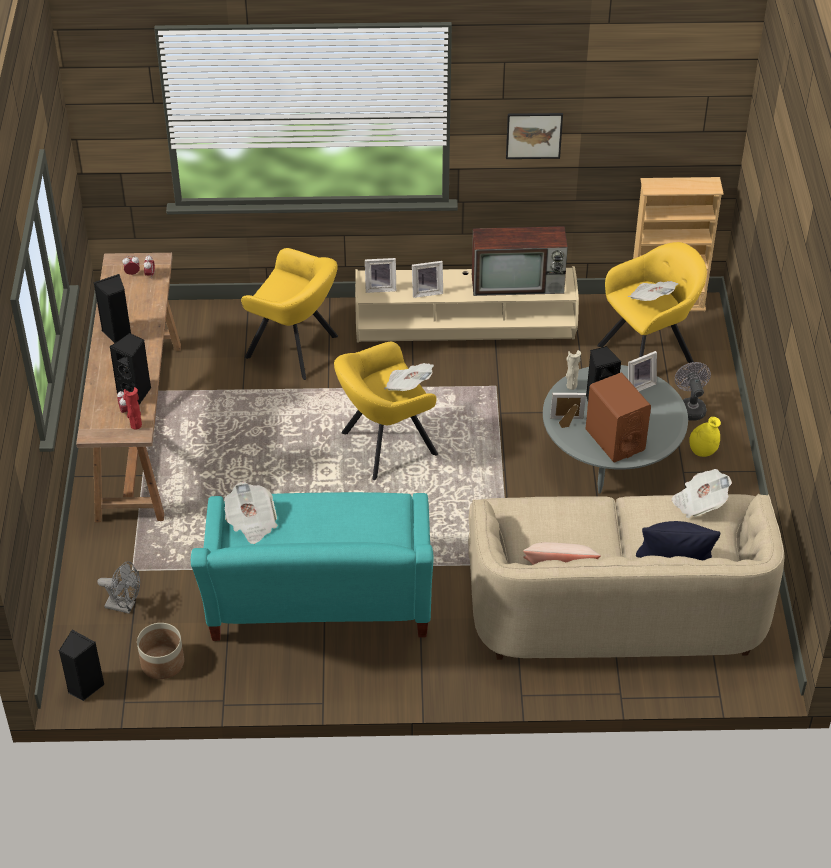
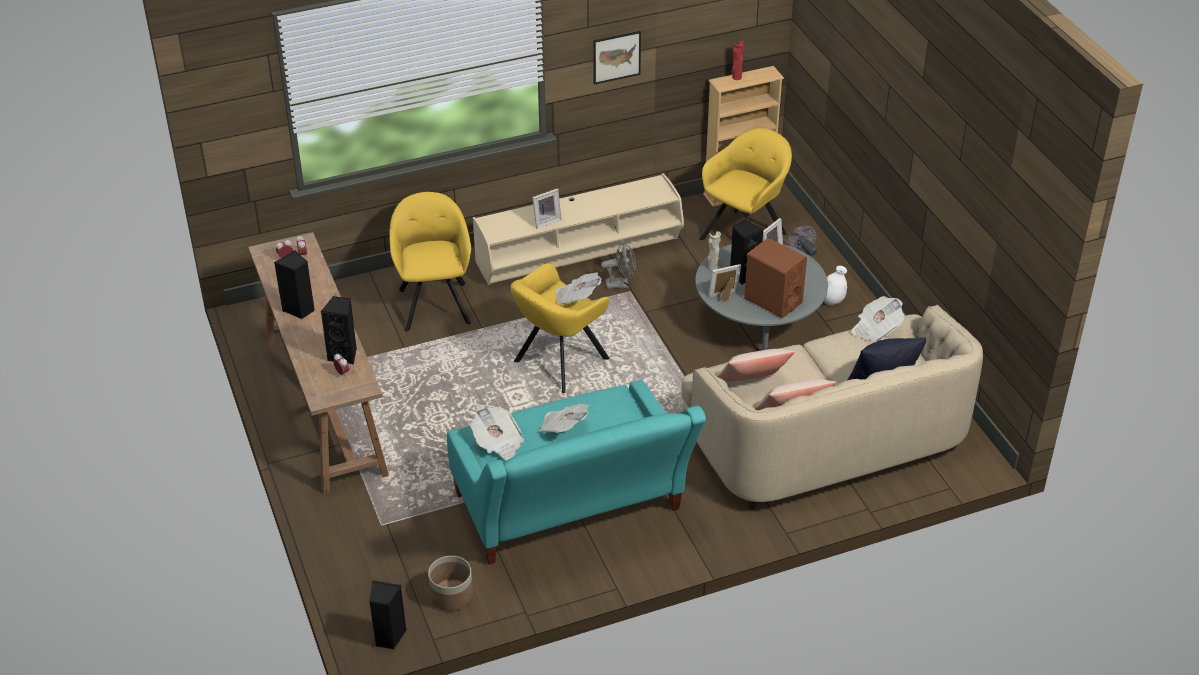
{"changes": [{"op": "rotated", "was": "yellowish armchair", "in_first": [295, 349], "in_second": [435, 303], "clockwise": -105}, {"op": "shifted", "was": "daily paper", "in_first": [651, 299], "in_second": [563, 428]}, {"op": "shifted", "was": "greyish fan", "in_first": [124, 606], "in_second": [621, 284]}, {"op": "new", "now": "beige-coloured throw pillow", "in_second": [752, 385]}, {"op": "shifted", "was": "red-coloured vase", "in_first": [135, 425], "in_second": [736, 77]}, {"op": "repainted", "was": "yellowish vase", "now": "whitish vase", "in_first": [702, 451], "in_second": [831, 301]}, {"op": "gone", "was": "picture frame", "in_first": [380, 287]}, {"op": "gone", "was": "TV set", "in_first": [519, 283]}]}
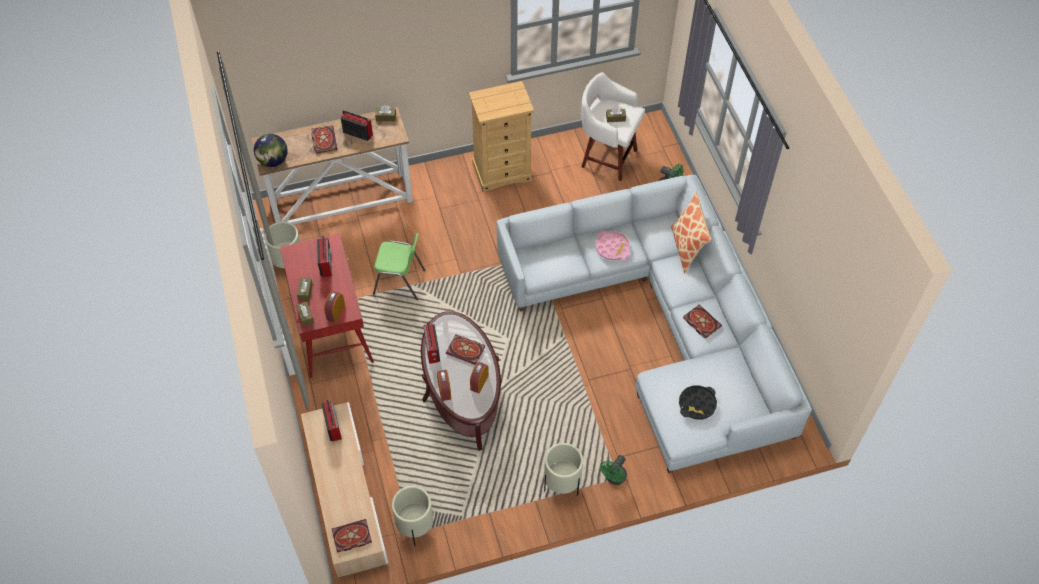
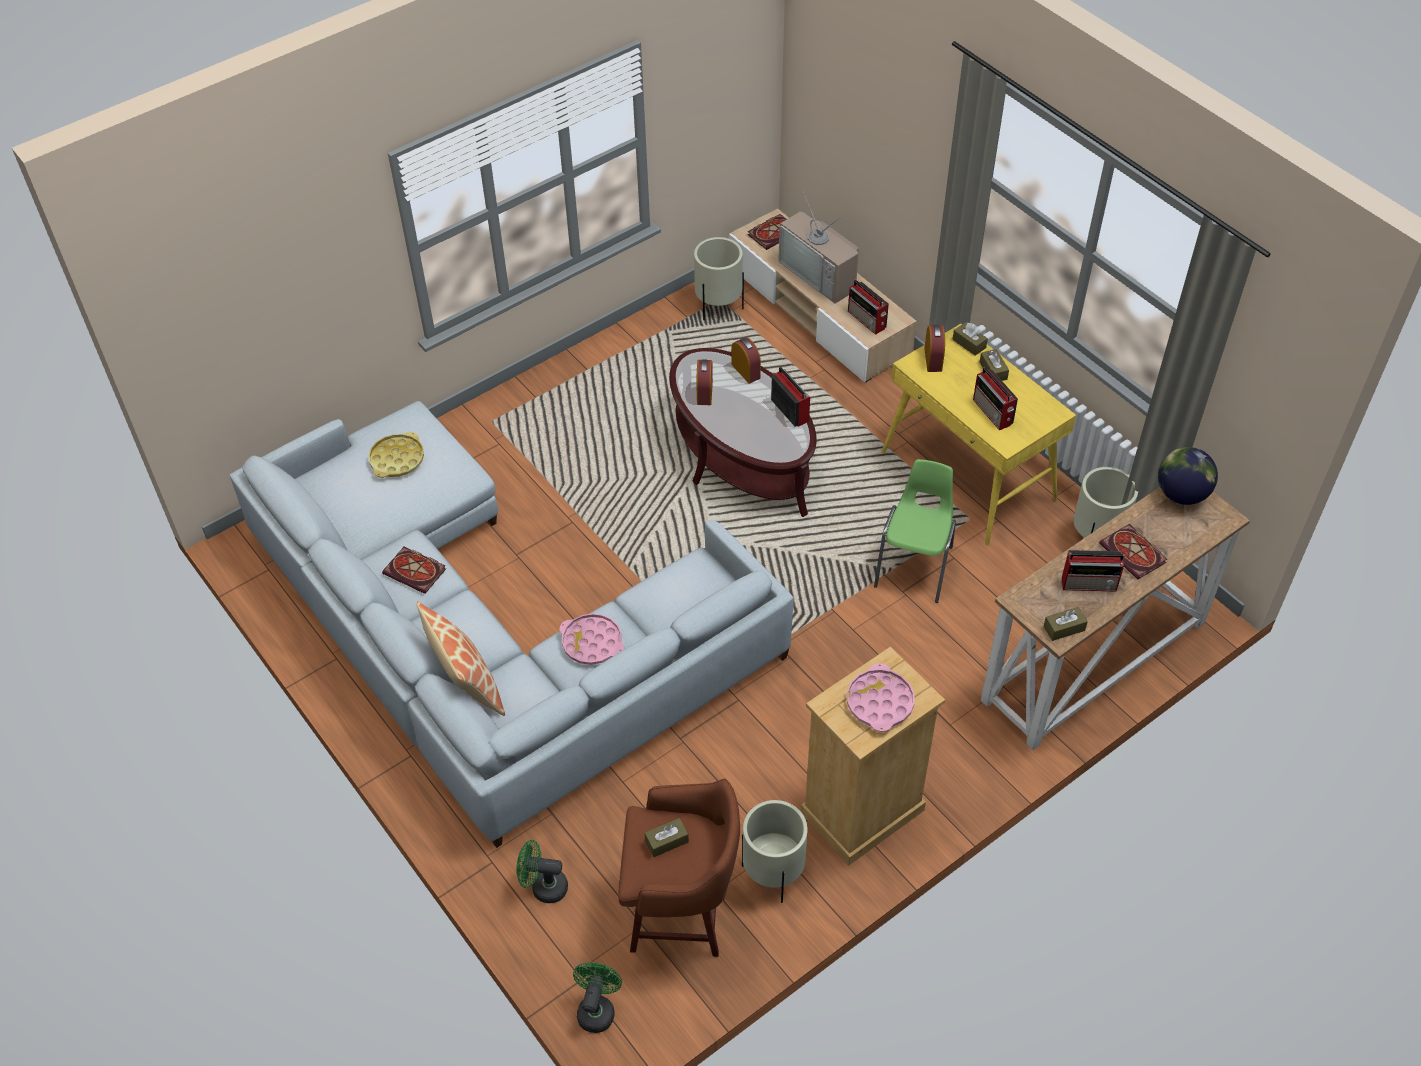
{"changes": [{"op": "repainted", "was": "blackish tray", "now": "yellowish tray", "in_first": [697, 404], "in_second": [397, 459]}, {"op": "shifted", "was": "green fan", "in_first": [614, 478], "in_second": [597, 1008]}, {"op": "repainted", "was": "whitish stool seat", "now": "brown-coloured stool seat", "in_first": [607, 158], "in_second": [682, 912]}, {"op": "shifted", "was": "beige-coloured flower pot", "in_first": [561, 484], "in_second": [773, 873]}, {"op": "new", "now": "TV set", "in_second": [821, 274]}, {"op": "new", "now": "pinkish tray", "in_second": [879, 702]}, {"op": "rotated", "was": "green plain chair", "in_first": [400, 282], "in_second": [915, 566], "clockwise": 120}, {"op": "repainted", "was": "red-coloured desk table", "now": "yellowish desk table", "in_first": [331, 328], "in_second": [969, 476]}, {"op": "gone", "was": "bound book", "in_first": [466, 350]}]}
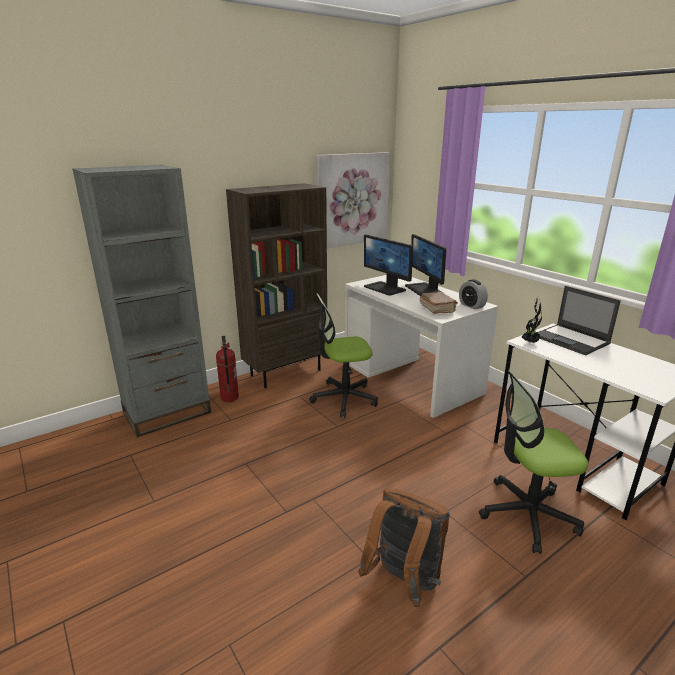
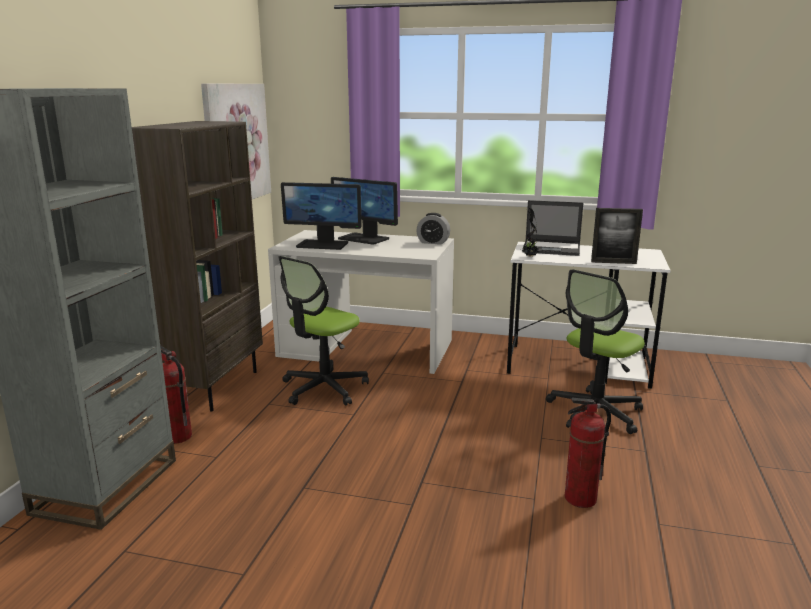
{"changes": [{"op": "swapped", "was": "brown-coloured knapsack", "now": "fire extinguisher", "in_first": [403, 582], "in_second": [580, 499]}, {"op": "new", "now": "picture frame", "in_second": [613, 262]}, {"op": "gone", "was": "brown-coloured bound book", "in_first": [437, 309]}]}
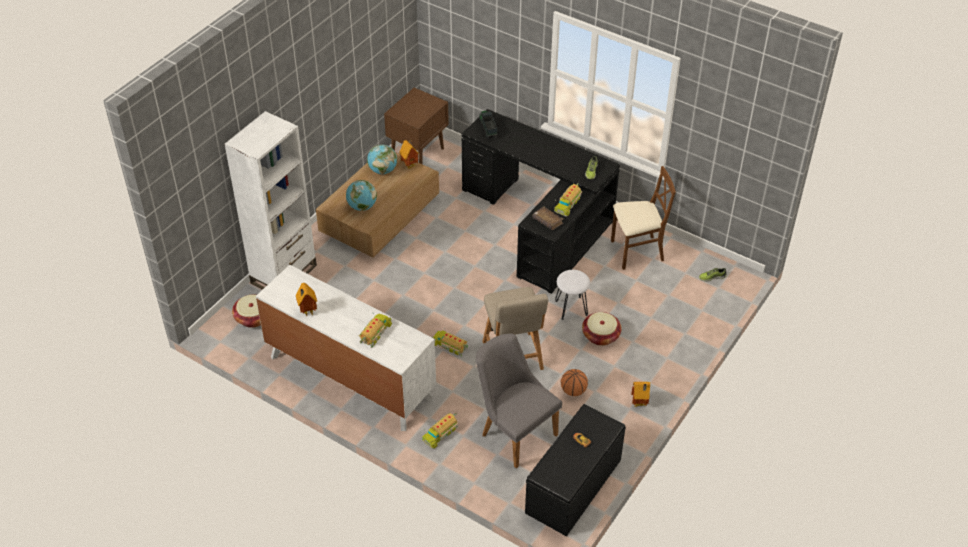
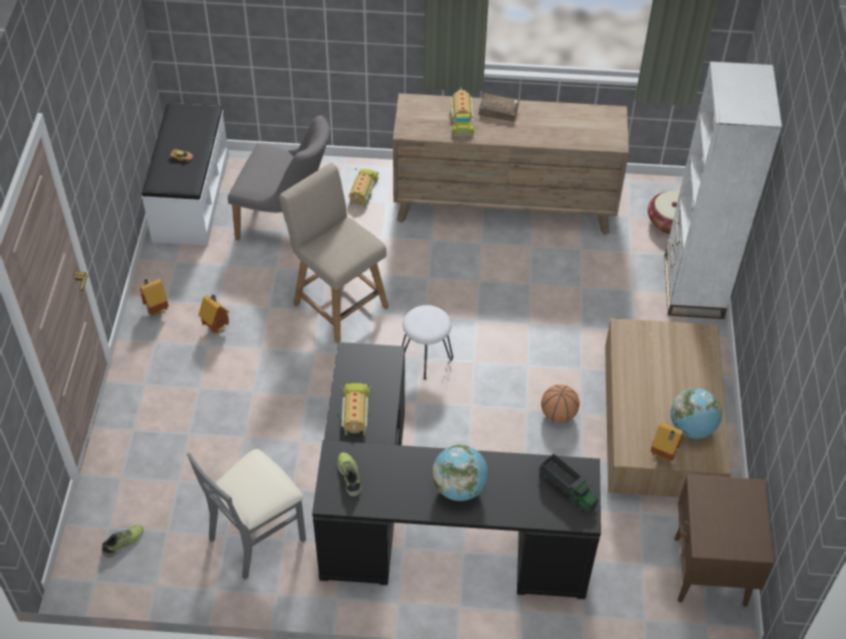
{"changes": [{"op": "repainted", "was": "blackish long seat", "now": "whitish long seat", "in_first": [574, 486], "in_second": [190, 198]}, {"op": "repainted", "was": "brown-coloured plain chair", "now": "greyish plain chair", "in_first": [636, 252], "in_second": [257, 536]}, {"op": "shifted", "was": "miniature house", "in_first": [307, 312], "in_second": [217, 328]}, {"op": "repainted", "was": "whitish dresser", "now": "brown-coloured dresser", "in_first": [350, 377], "in_second": [504, 205]}, {"op": "shifted", "was": "whitish stool seat", "in_first": [570, 308], "in_second": [426, 358]}, {"op": "shifted", "was": "world globe", "in_first": [362, 207], "in_second": [459, 487]}, {"op": "shifted", "was": "brown-coloured bound book", "in_first": [547, 221], "in_second": [498, 110]}, {"op": "shifted", "was": "basketball ball", "in_first": [573, 391], "in_second": [558, 414]}, {"op": "gone", "was": "model truck", "in_first": [450, 345]}, {"op": "gone", "was": "storage basket", "in_first": [600, 336]}]}
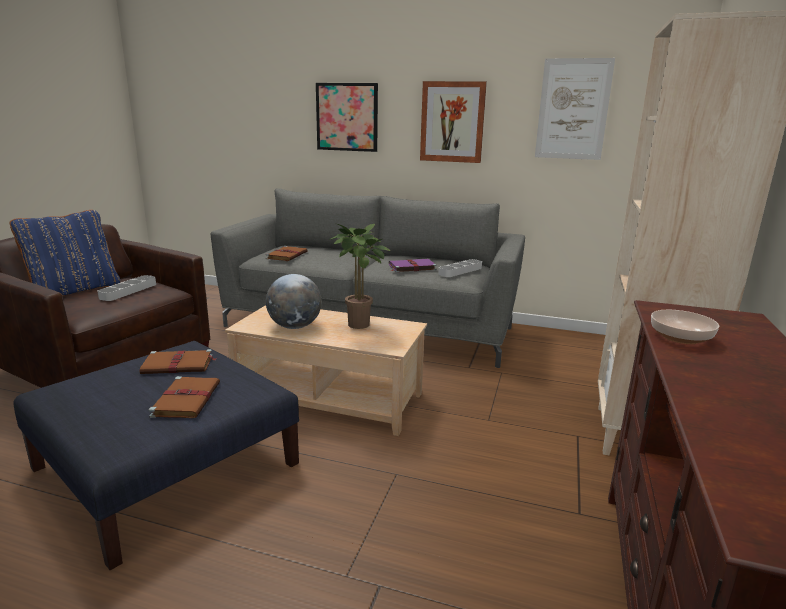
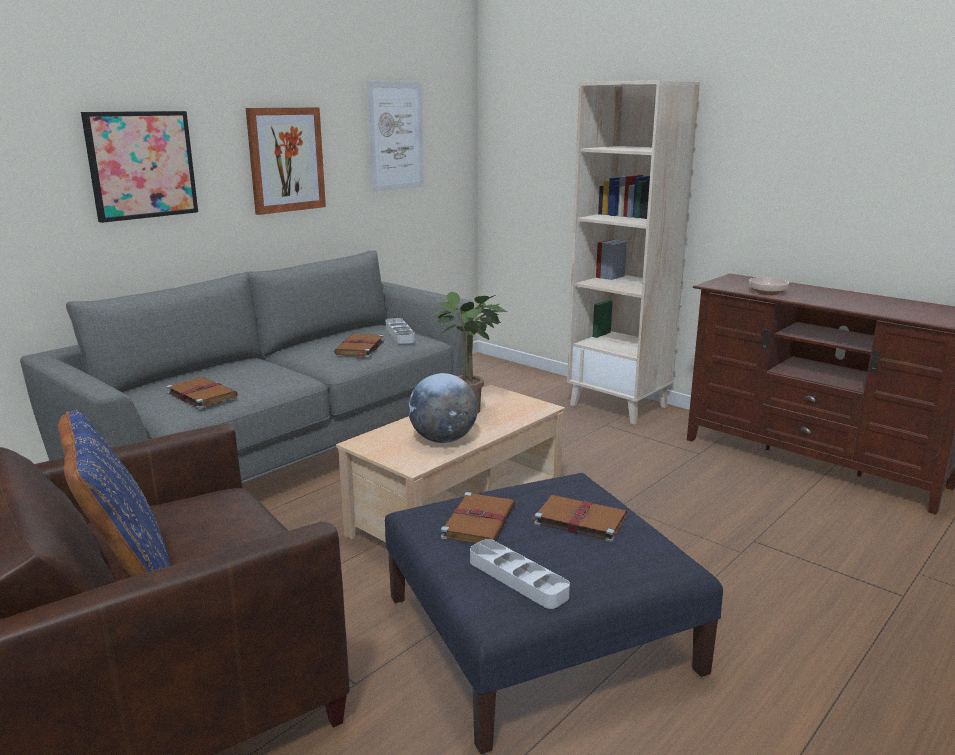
{"changes": [{"op": "repainted", "was": "purple-coloured bound book", "now": "brown-coloured bound book", "in_first": [411, 267], "in_second": [359, 348]}, {"op": "shifted", "was": "greyish tray", "in_first": [128, 291], "in_second": [517, 578]}]}
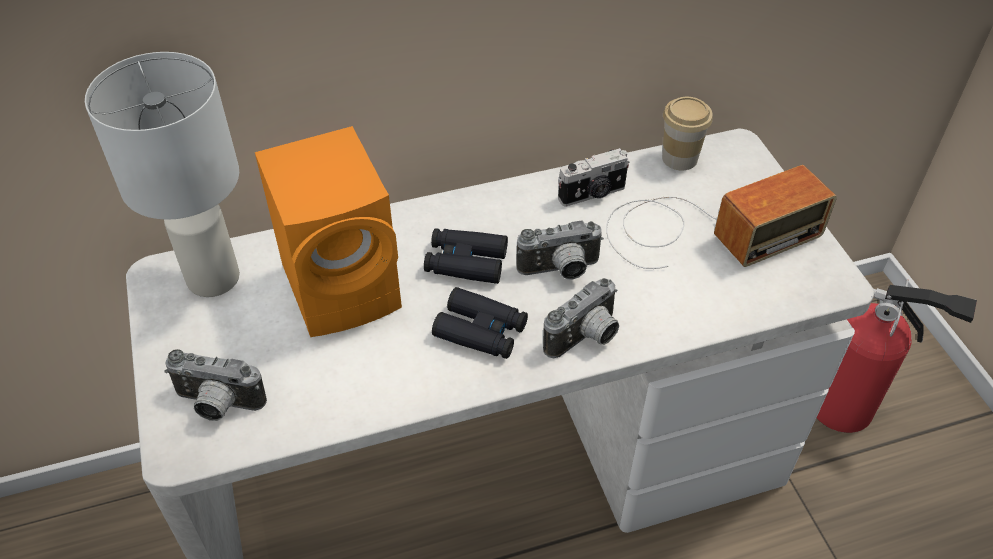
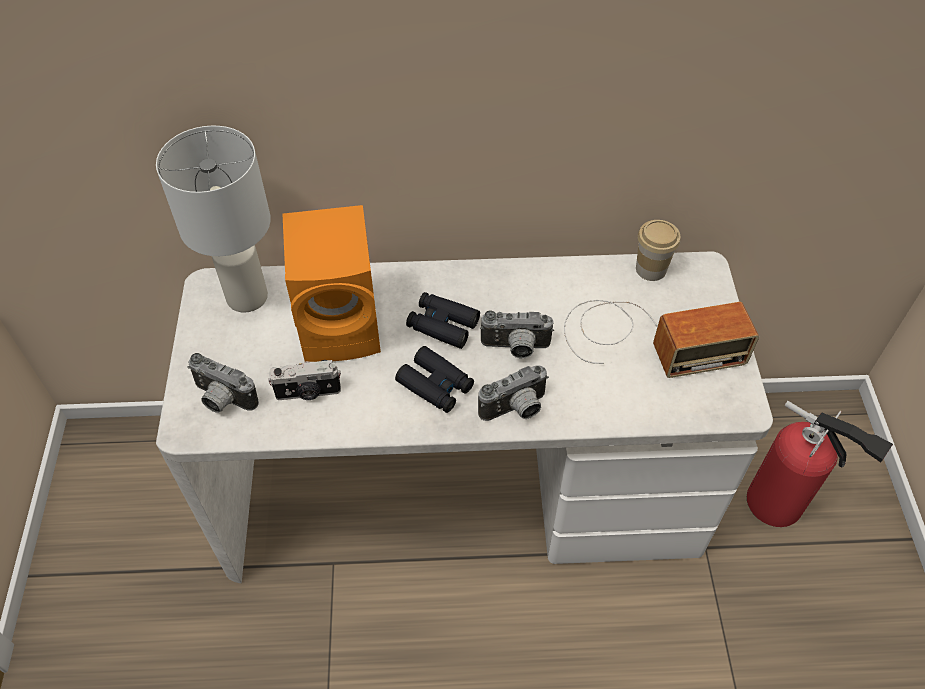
{"changes": [{"op": "shifted", "was": "photo camera", "in_first": [593, 194], "in_second": [308, 393]}]}
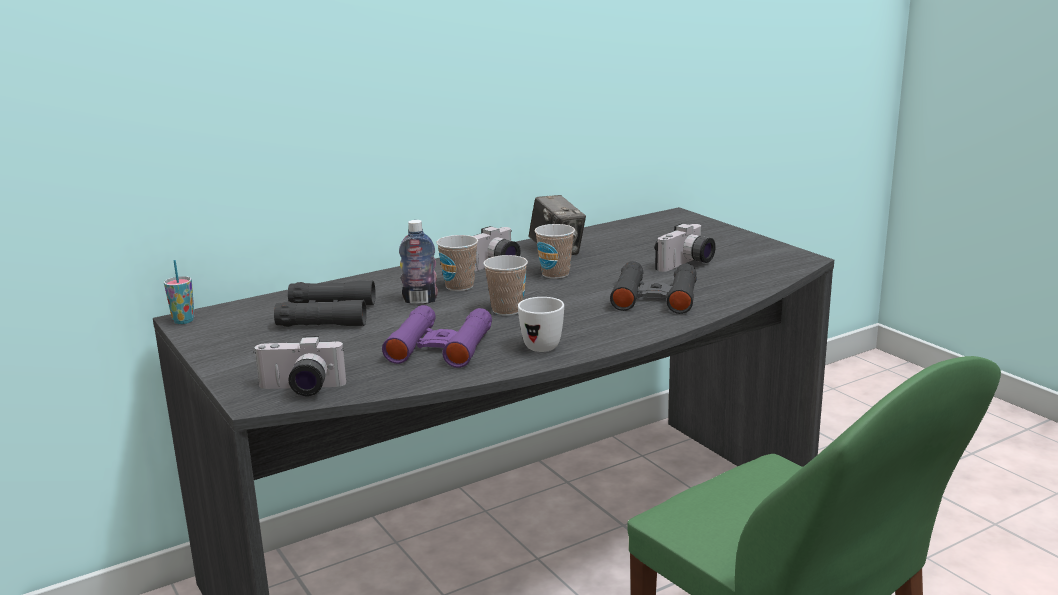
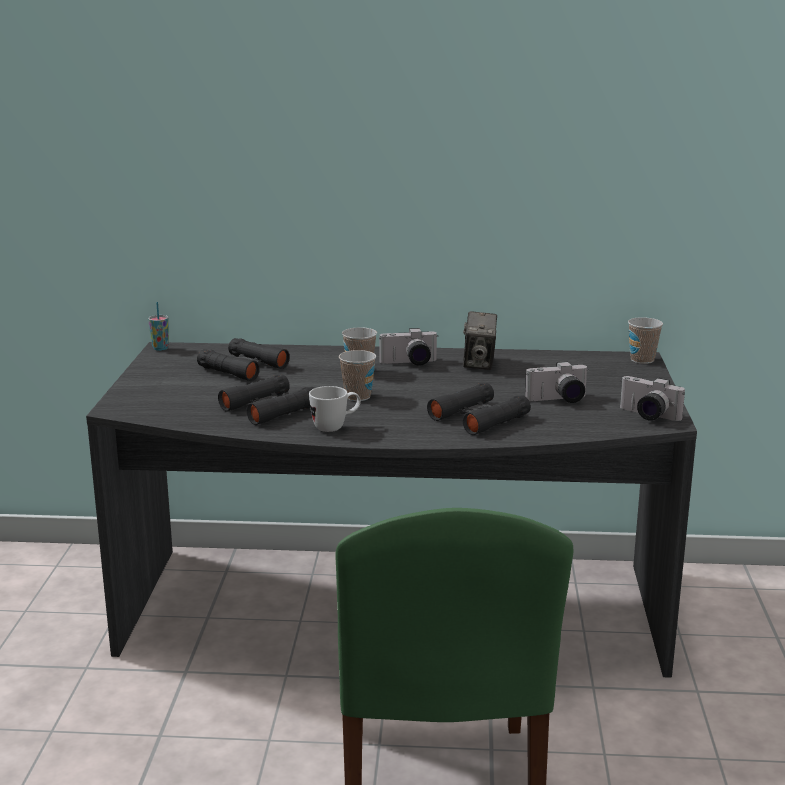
{"changes": [{"op": "repainted", "was": "purple-coloured field glasses", "now": "blackish field glasses", "in_first": [440, 347], "in_second": [269, 408]}, {"op": "shifted", "was": "photo camera", "in_first": [300, 390], "in_second": [646, 416]}, {"op": "shifted", "was": "cup", "in_first": [555, 274], "in_second": [642, 360]}, {"op": "gone", "was": "beverage bottle", "in_first": [420, 300]}]}
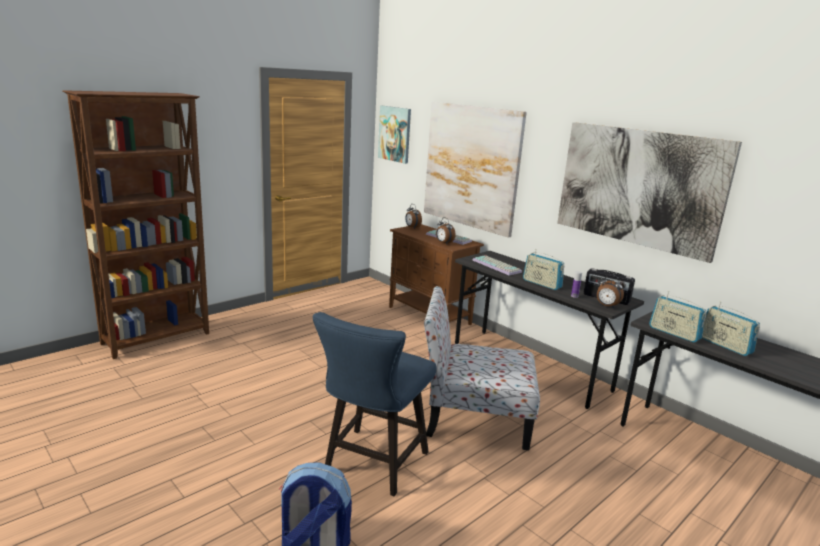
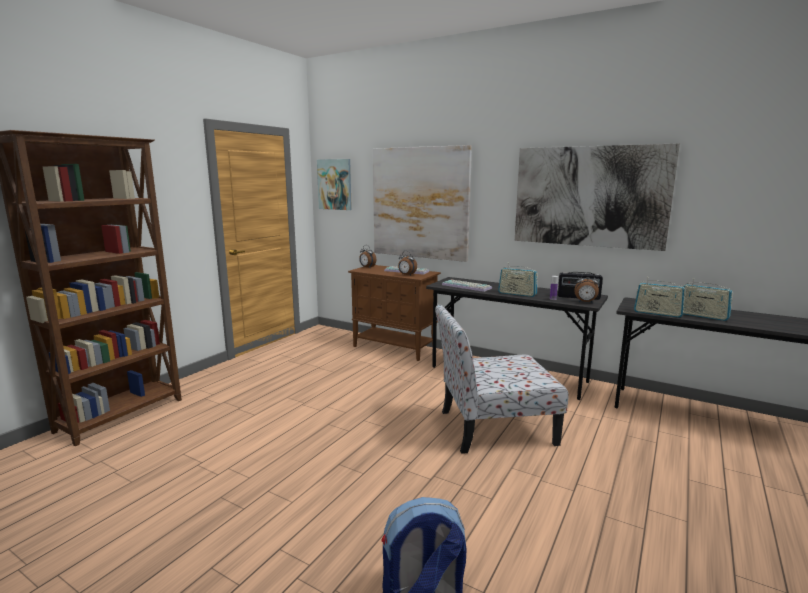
{"changes": [{"op": "gone", "was": "bluish plain chair", "in_first": [372, 466]}]}
